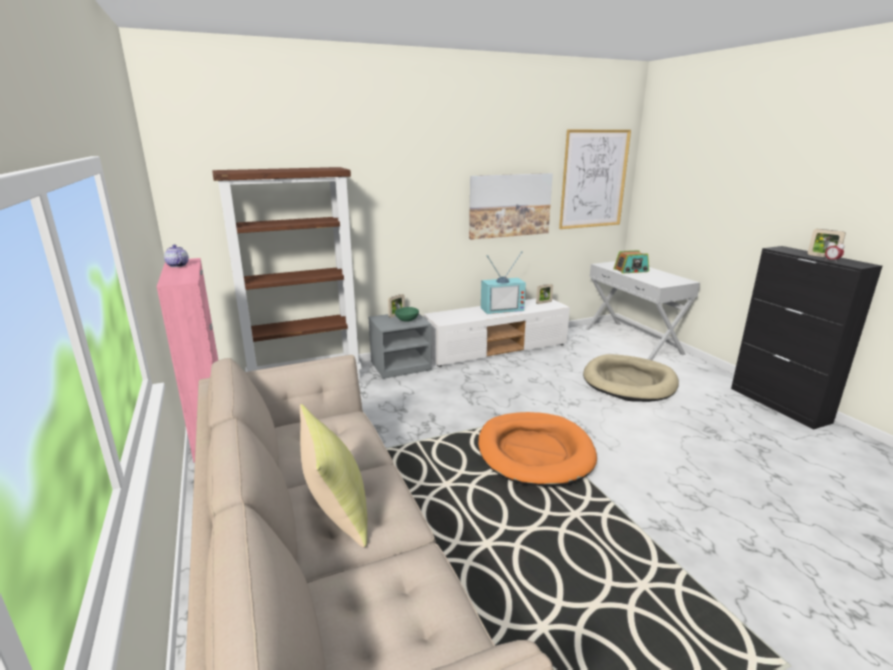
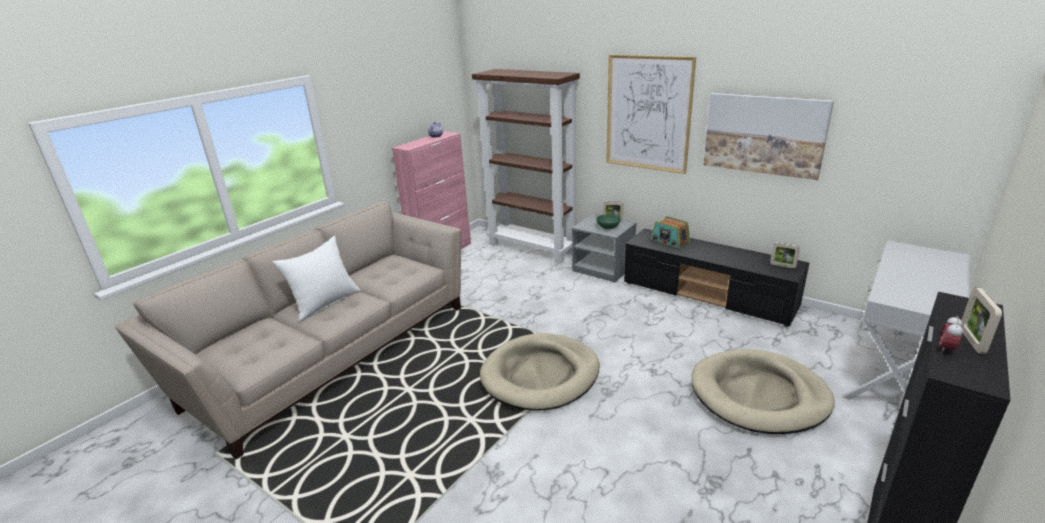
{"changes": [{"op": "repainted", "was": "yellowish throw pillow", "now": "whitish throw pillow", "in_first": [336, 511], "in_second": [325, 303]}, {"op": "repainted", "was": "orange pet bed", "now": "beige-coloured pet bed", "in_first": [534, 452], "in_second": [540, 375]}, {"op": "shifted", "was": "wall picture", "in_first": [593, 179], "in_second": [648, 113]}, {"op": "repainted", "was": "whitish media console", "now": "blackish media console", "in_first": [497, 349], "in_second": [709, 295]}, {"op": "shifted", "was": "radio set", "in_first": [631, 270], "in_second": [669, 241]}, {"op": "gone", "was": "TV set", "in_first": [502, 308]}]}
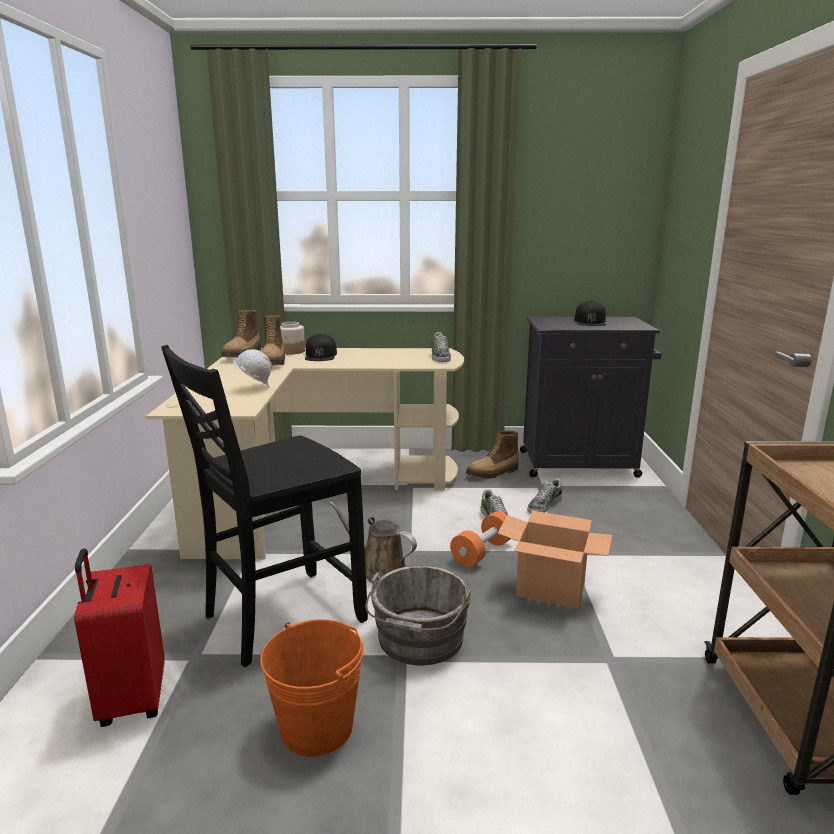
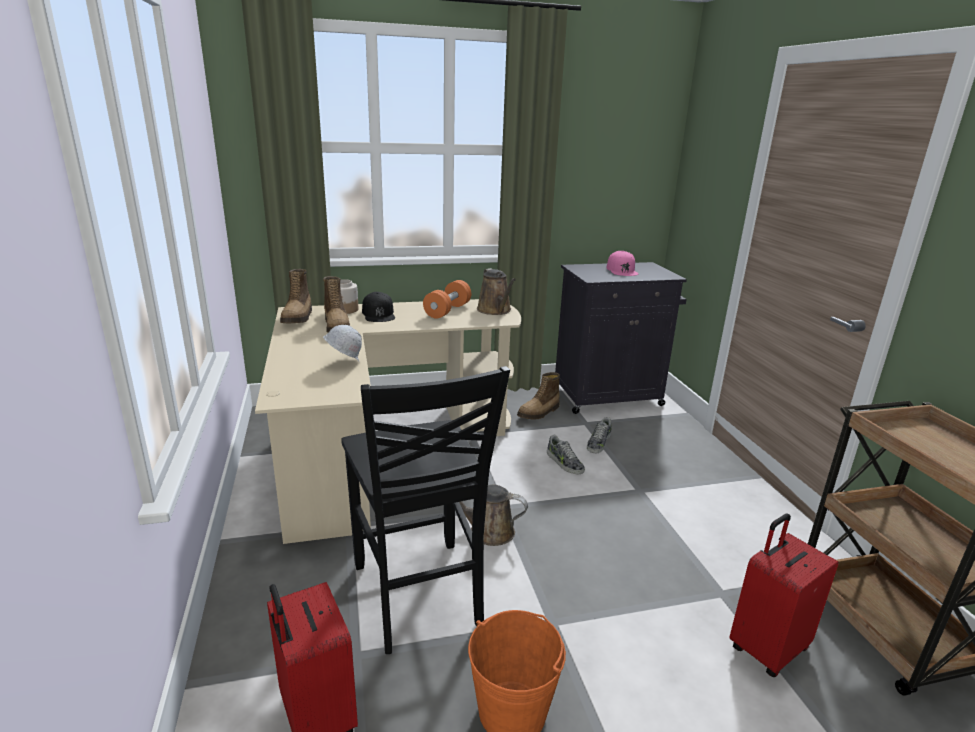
{"changes": [{"op": "rotated", "was": "blackish plain chair", "in_first": [280, 617], "in_second": [418, 596], "clockwise": -60}, {"op": "shifted", "was": "orange hand weight", "in_first": [482, 552], "in_second": [447, 311]}, {"op": "swapped", "was": "item of footwear", "now": "brown-coloured watering pot", "in_first": [440, 357], "in_second": [495, 310]}, {"op": "repainted", "was": "blackish cap", "now": "pinkish cap", "in_first": [590, 322], "in_second": [622, 270]}, {"op": "new", "now": "red-coloured suitcase", "in_second": [766, 648]}, {"op": "gone", "was": "greyish bucket", "in_first": [419, 641]}, {"op": "gone", "was": "cardboard box", "in_first": [551, 590]}]}
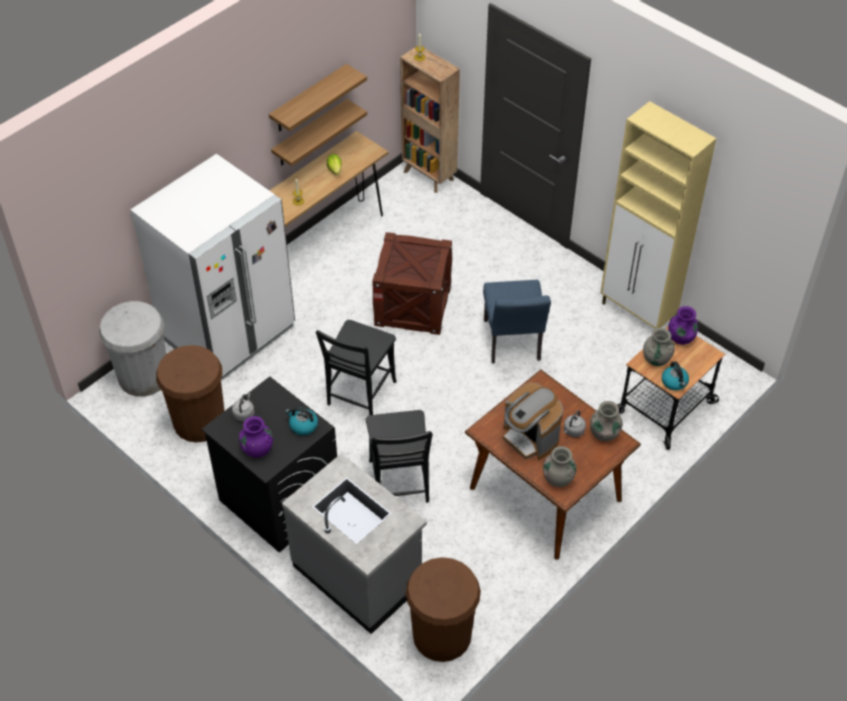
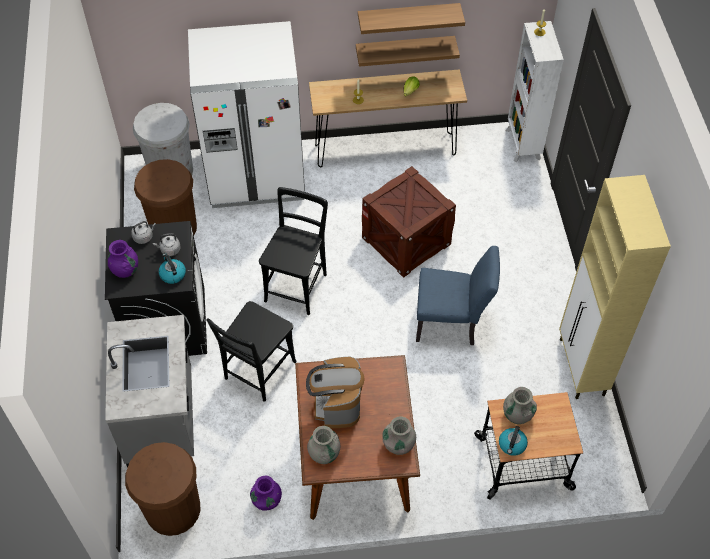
{"changes": [{"op": "shifted", "was": "greyish kettle", "in_first": [573, 431], "in_second": [169, 250]}, {"op": "shifted", "was": "purple-coloured vase", "in_first": [681, 338], "in_second": [267, 500]}, {"op": "rotated", "was": "blackish plain chair", "in_first": [359, 396], "in_second": [297, 284], "clockwise": 135}, {"op": "rotated", "was": "bluish plain chair", "in_first": [512, 344], "in_second": [452, 323], "clockwise": -120}, {"op": "repainted", "was": "brown-coloured shelving unit", "now": "whitish shelving unit", "in_first": [429, 176], "in_second": [523, 145]}]}
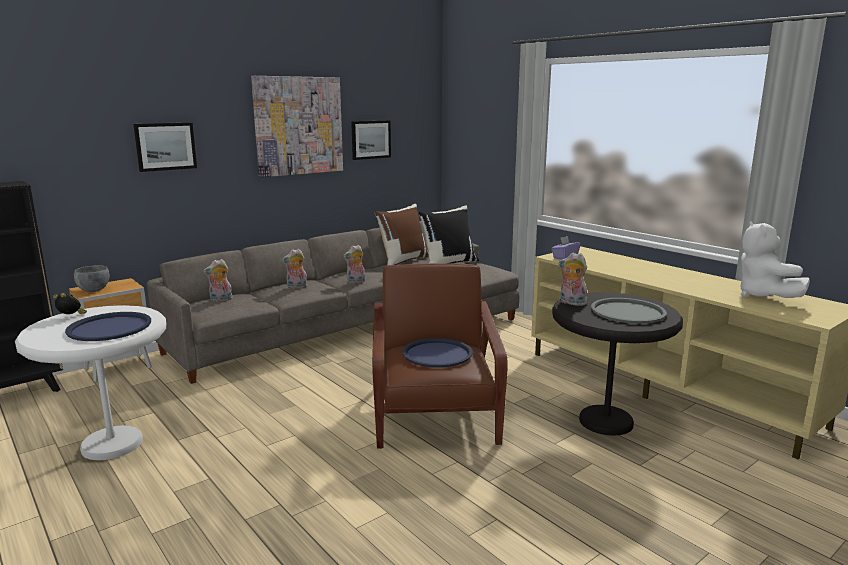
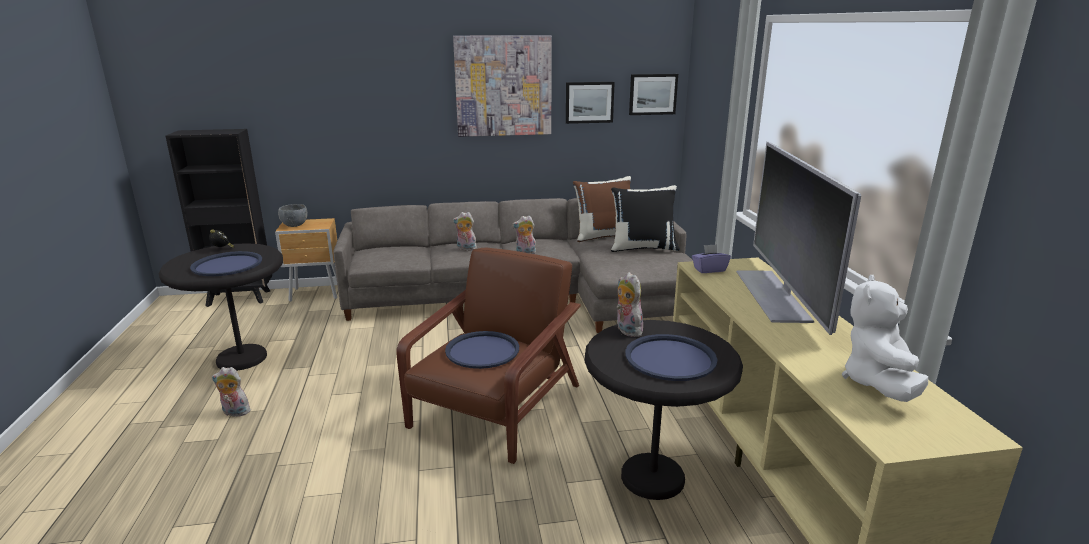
{"changes": [{"op": "repainted", "was": "whitish side table", "now": "blackish side table", "in_first": [112, 444], "in_second": [242, 359]}, {"op": "shifted", "was": "soft toy", "in_first": [220, 300], "in_second": [234, 413]}, {"op": "repainted", "was": "greyish tray", "now": "bluish tray", "in_first": [627, 312], "in_second": [670, 358]}, {"op": "shifted", "was": "wall picture", "in_first": [165, 146], "in_second": [652, 94]}, {"op": "new", "now": "TV set", "in_second": [774, 295]}]}
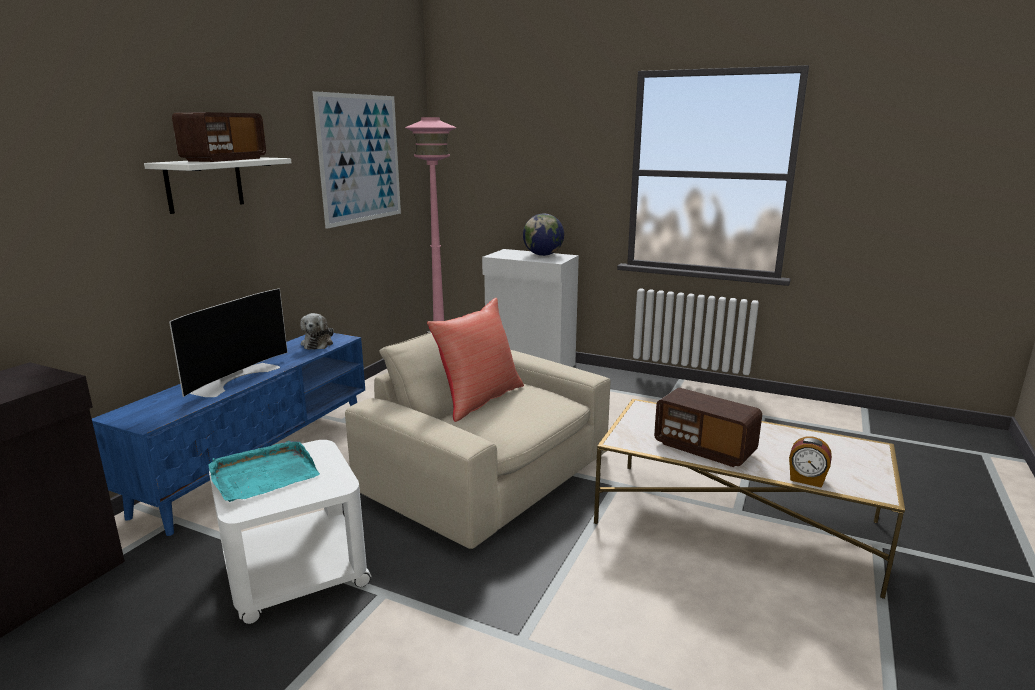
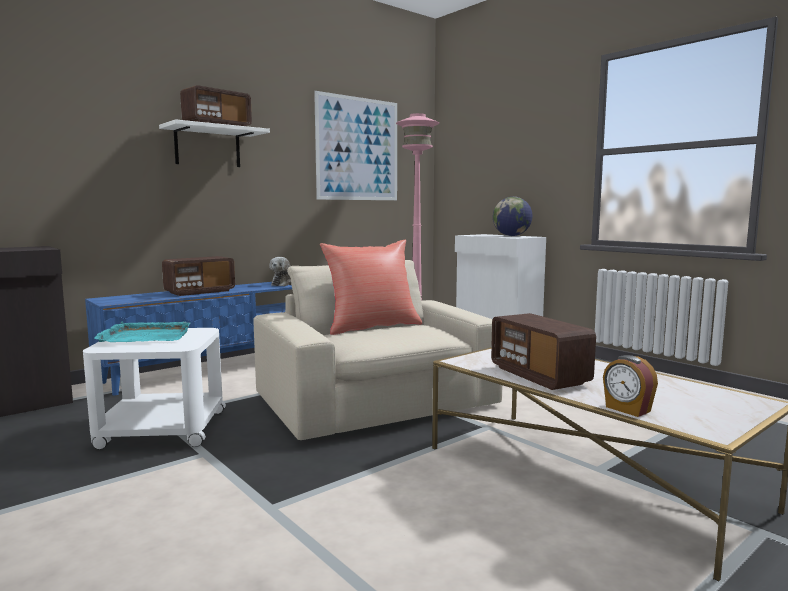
{"changes": [{"op": "swapped", "was": "TV set", "now": "radio set", "in_first": [234, 378], "in_second": [200, 292]}]}
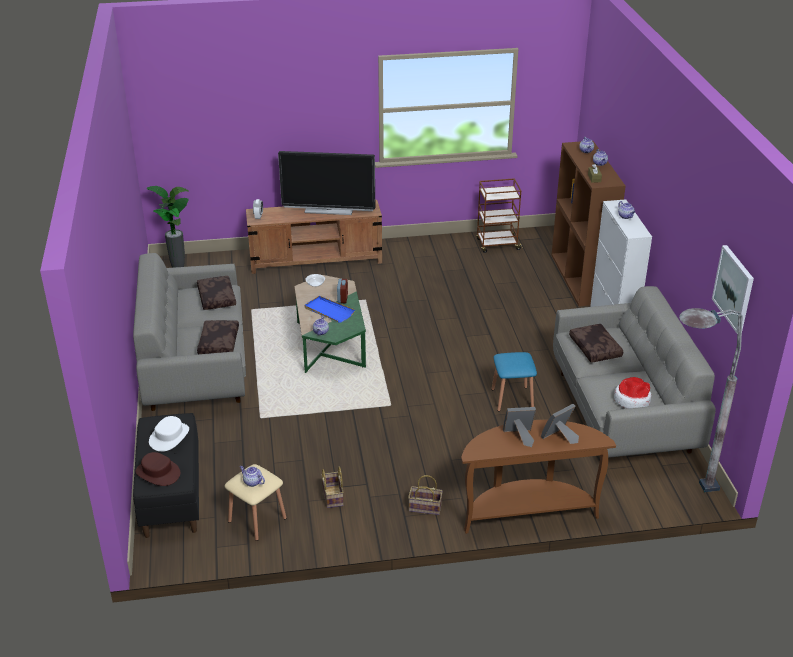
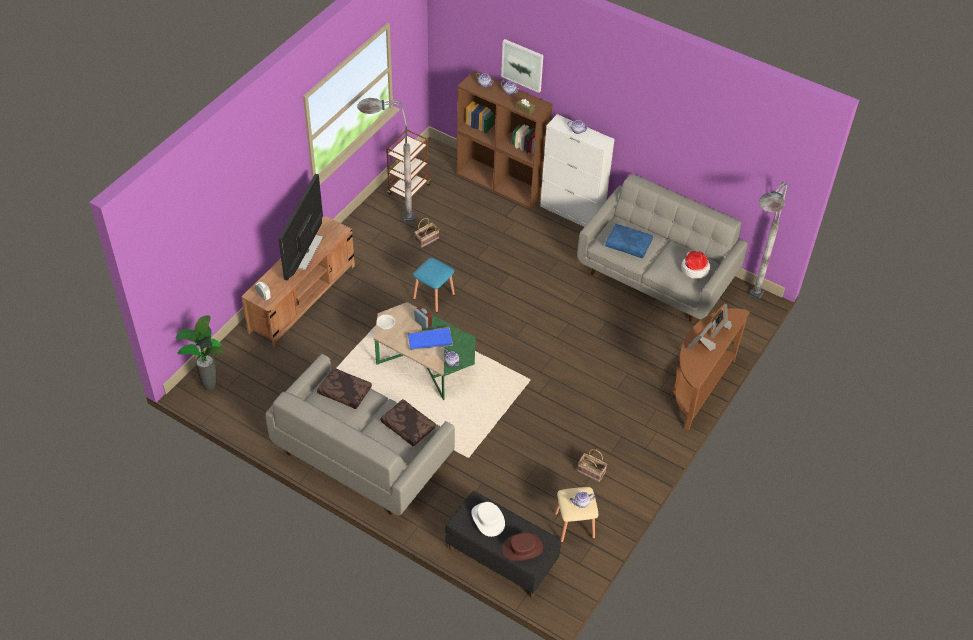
{"changes": [{"op": "rotated", "was": "TV set", "in_first": [329, 210], "in_second": [307, 251], "clockwise": 150}, {"op": "new", "now": "greyish standard lamp", "in_second": [386, 219]}, {"op": "shifted", "was": "bluish stool seat", "in_first": [512, 398], "in_second": [433, 296]}, {"op": "shifted", "was": "storage basket", "in_first": [424, 508], "in_second": [426, 240]}, {"op": "shifted", "was": "wall picture", "in_first": [734, 288], "in_second": [522, 65]}, {"op": "repainted", "was": "brown-coloured throw pillow", "now": "bluish throw pillow", "in_first": [596, 348], "in_second": [629, 244]}]}
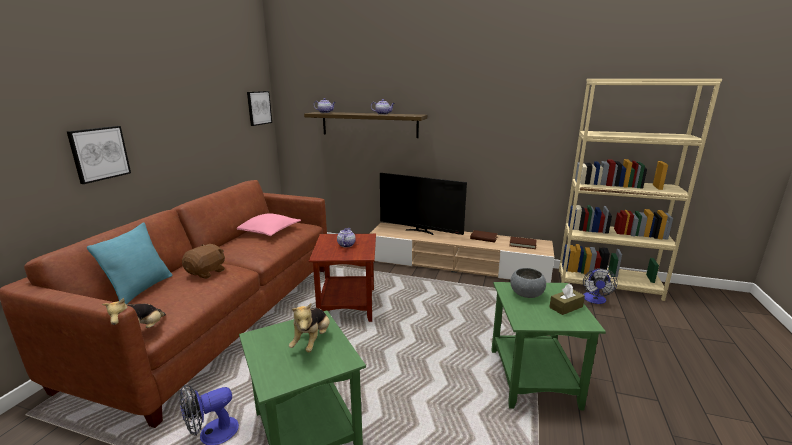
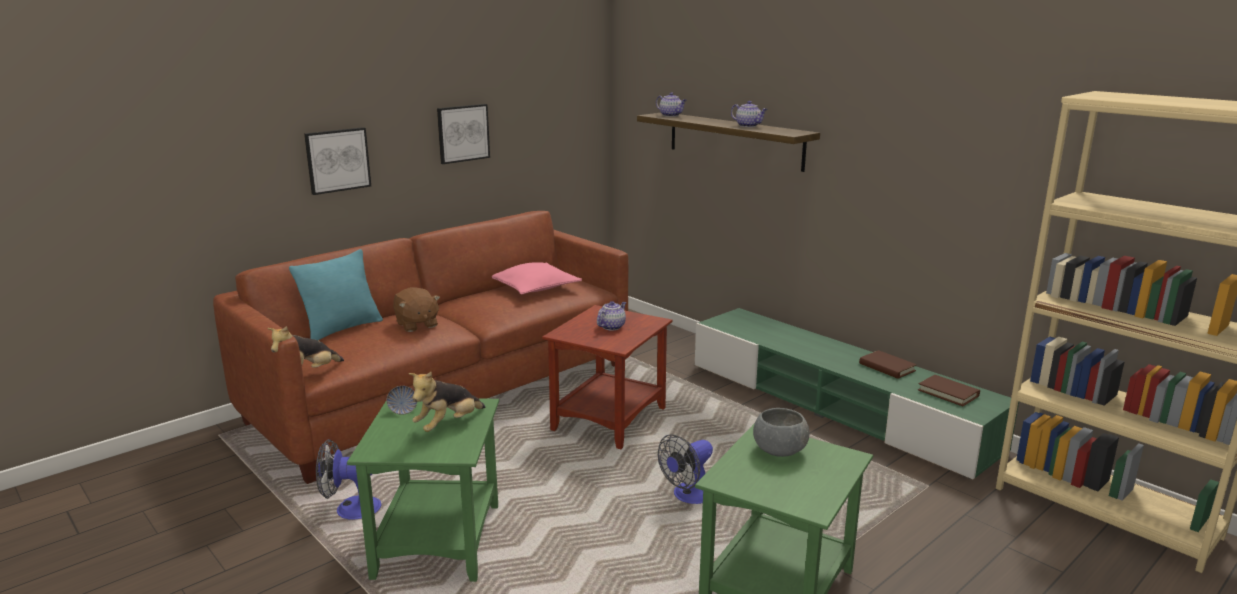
{"changes": [{"op": "new", "now": "serving bowl", "in_second": [402, 410]}, {"op": "rotated", "was": "brown-coloured soft toy", "in_first": [207, 272], "in_second": [416, 325], "clockwise": 90}, {"op": "shifted", "was": "wall picture", "in_first": [258, 108], "in_second": [462, 133]}, {"op": "shifted", "was": "fan", "in_first": [594, 300], "in_second": [688, 496]}, {"op": "repainted", "was": "beige-coloured media console", "now": "green media console", "in_first": [457, 265], "in_second": [836, 406]}, {"op": "gone", "was": "TV set", "in_first": [420, 231]}, {"op": "gone", "was": "brown-coloured box of tissues", "in_first": [566, 307]}]}
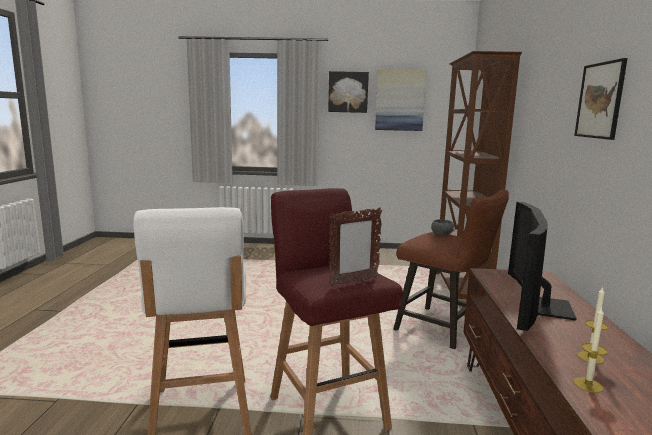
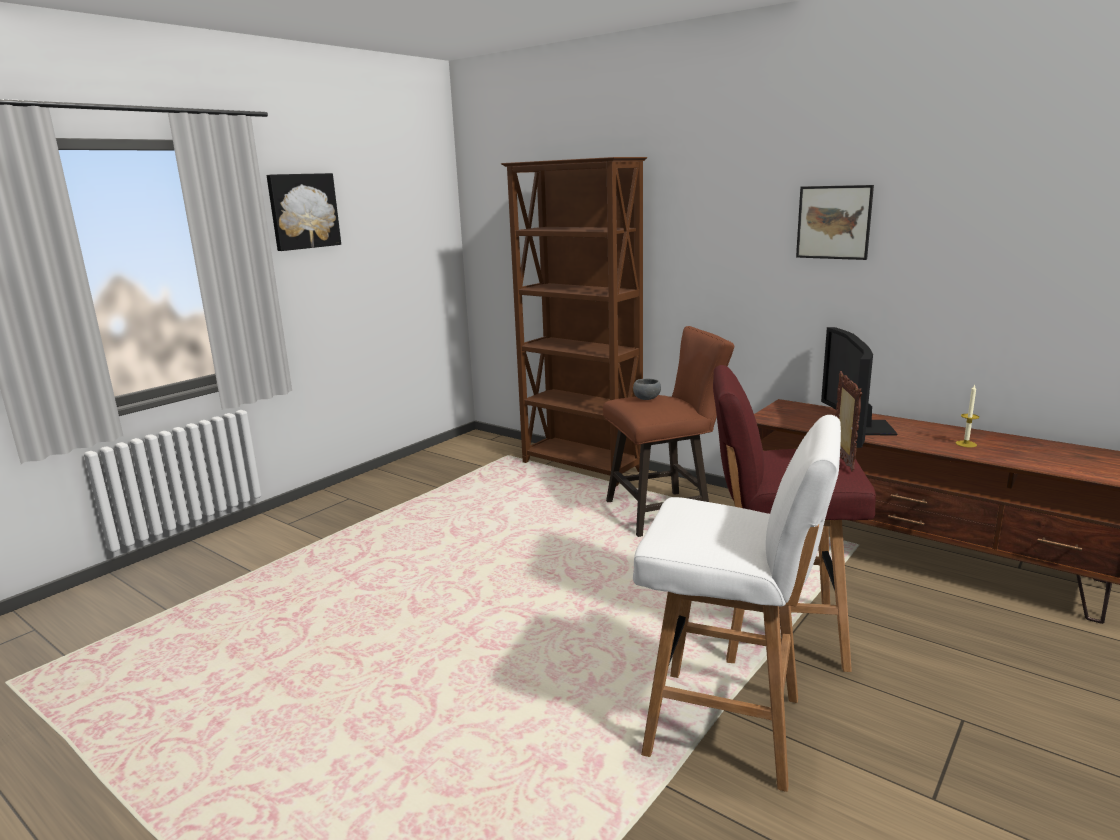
{"changes": [{"op": "rotated", "was": "TV set", "in_first": [537, 306], "in_second": [859, 427], "clockwise": 45}, {"op": "gone", "was": "wall picture", "in_first": [400, 100]}, {"op": "gone", "was": "wax light", "in_first": [588, 385]}]}
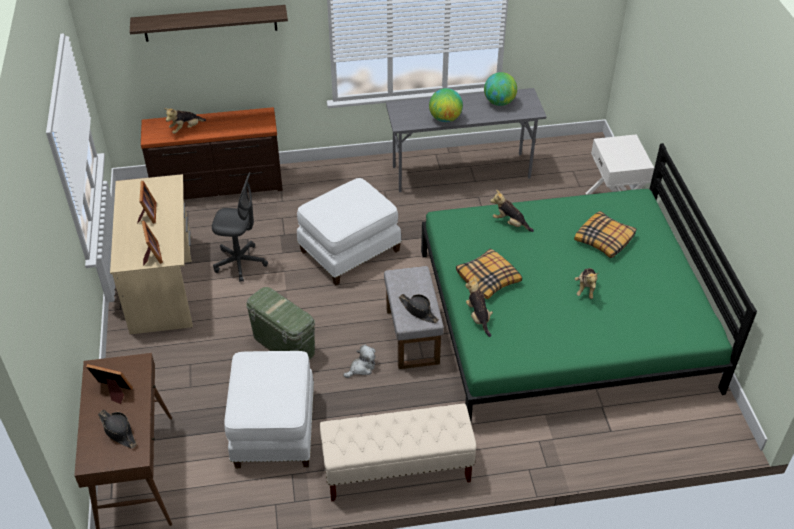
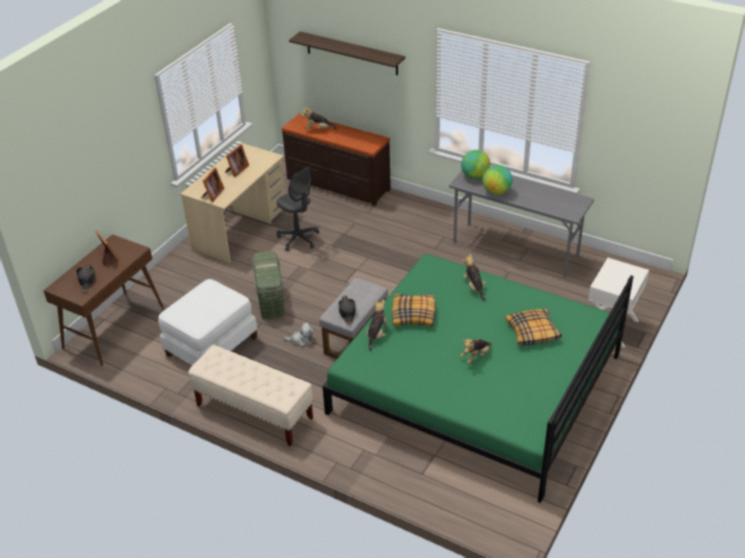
{"changes": [{"op": "shifted", "was": "world globe", "in_first": [499, 102], "in_second": [475, 176]}, {"op": "gone", "was": "whitish ottoman", "in_first": [349, 250]}]}
